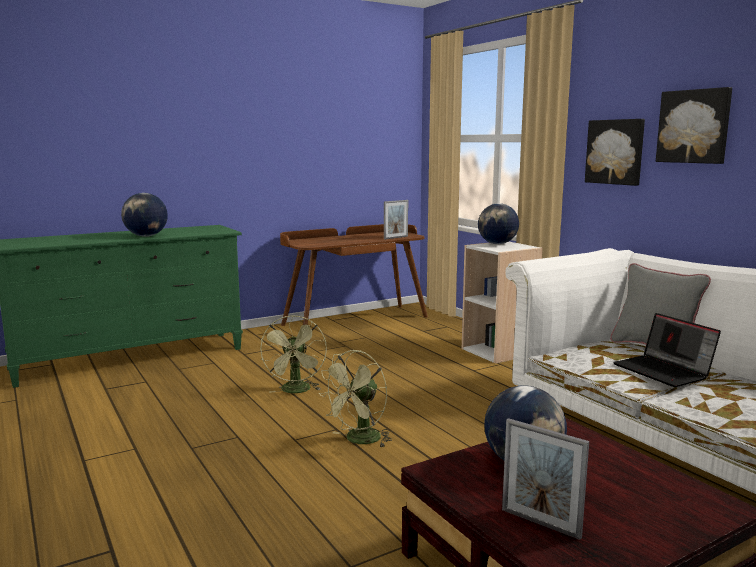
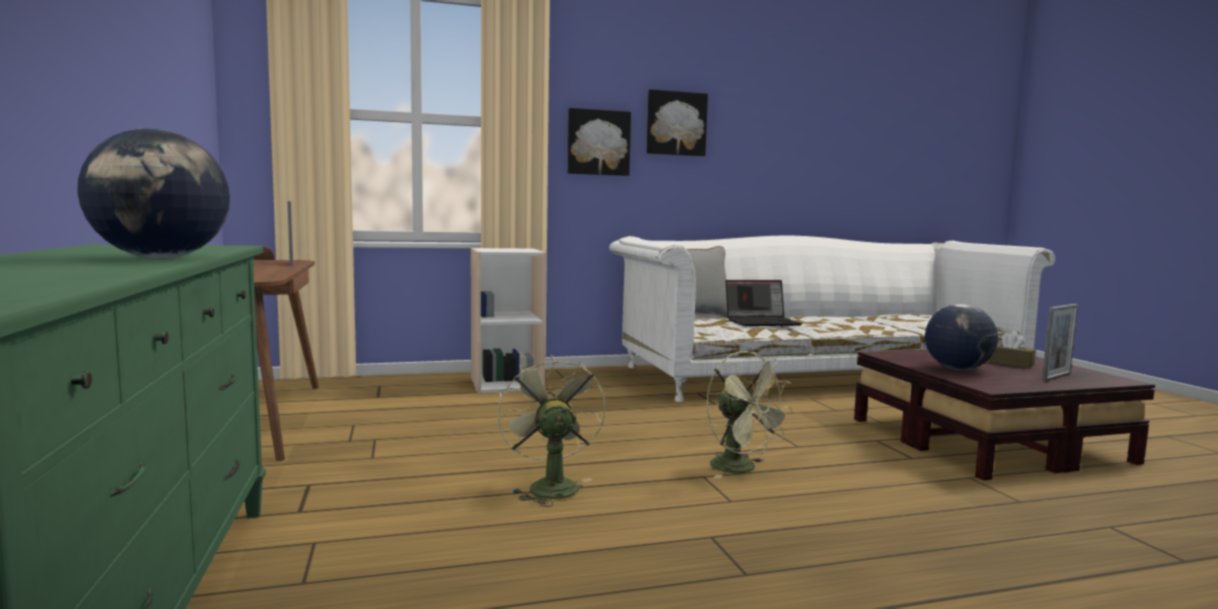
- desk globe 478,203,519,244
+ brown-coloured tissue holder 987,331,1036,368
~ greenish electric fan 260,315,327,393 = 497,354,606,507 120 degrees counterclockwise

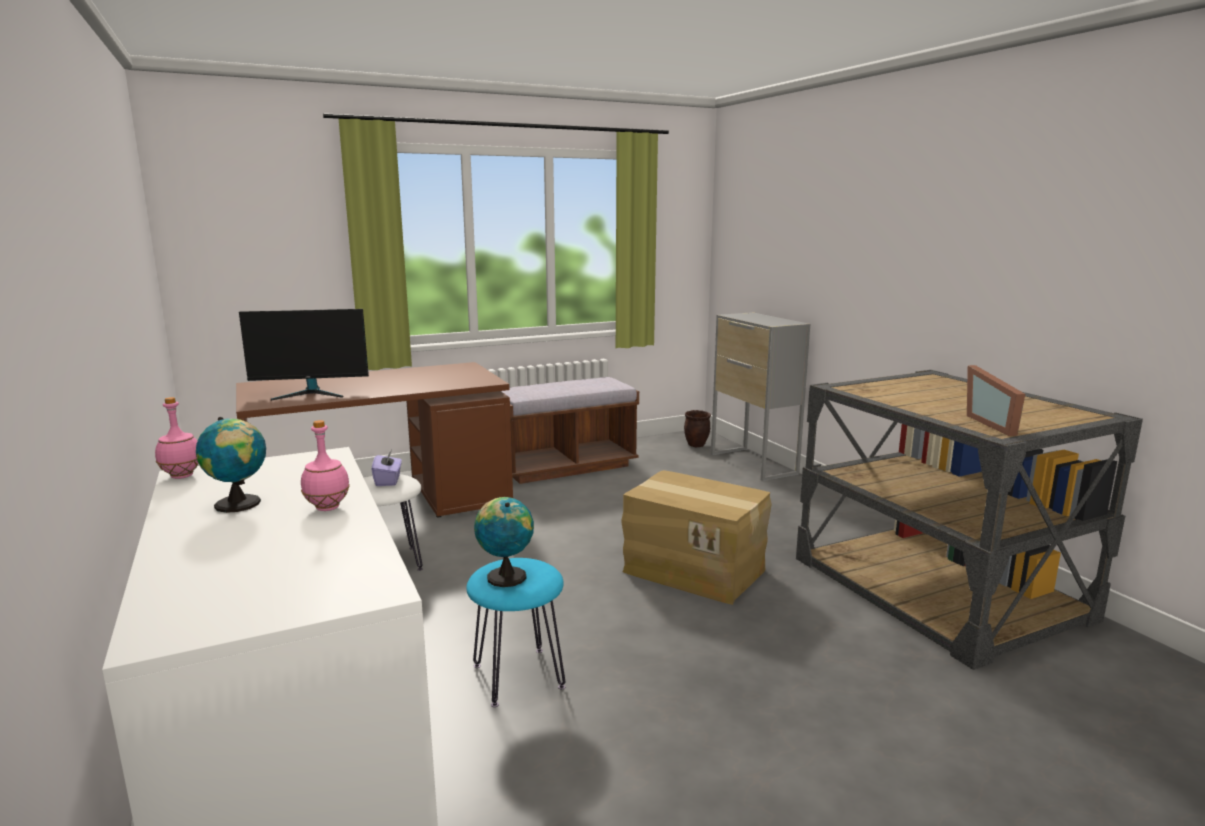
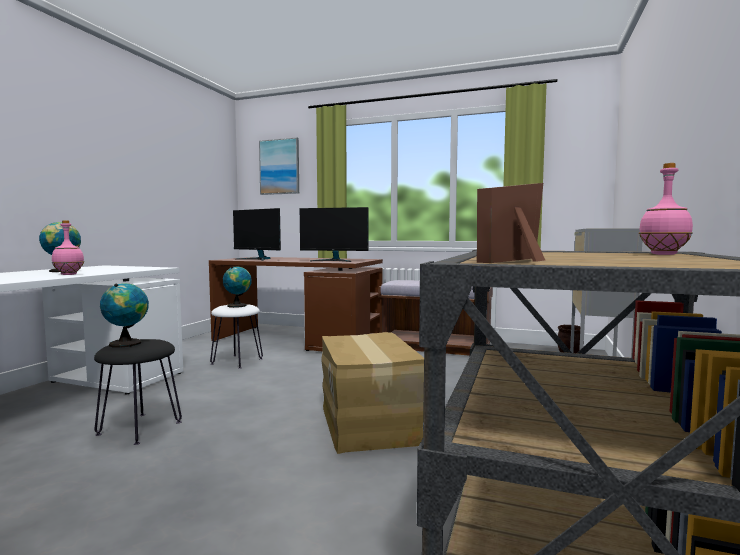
+ wall art 259,137,299,195
+ computer display 300,207,369,262
~ pinkish drink bottle 155,397,199,479 to 639,163,693,255
~ purplish tissue holder 372,450,402,486 to desk globe 223,266,252,308
~ blue-green stool 466,558,565,707 to black-coloured stool 94,339,182,445

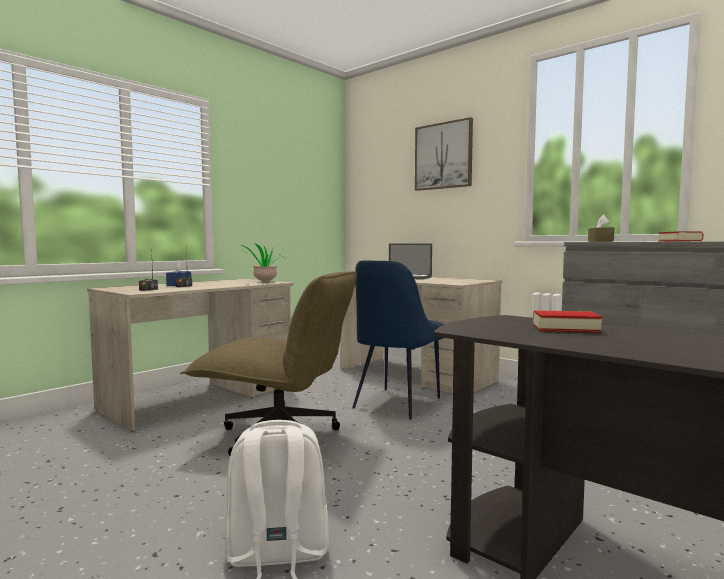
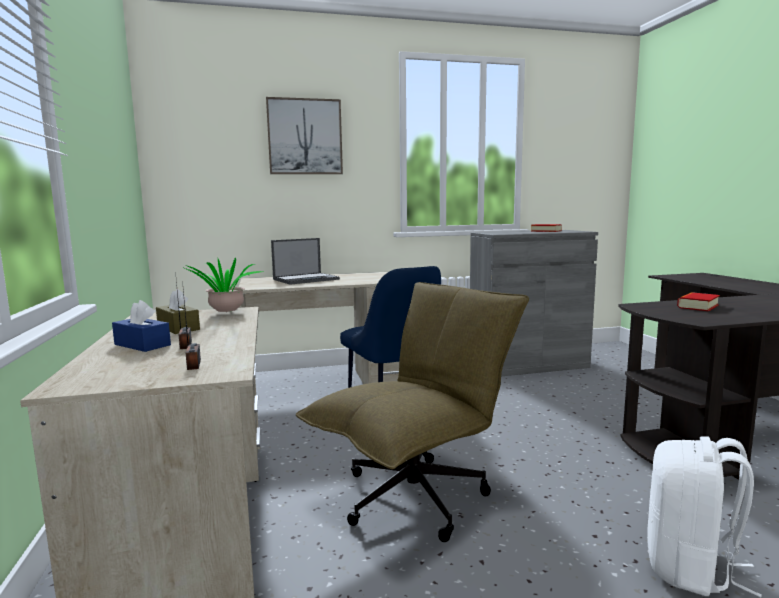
~ brown-coloured tissue holder 588,215,614,242 to 156,289,200,334

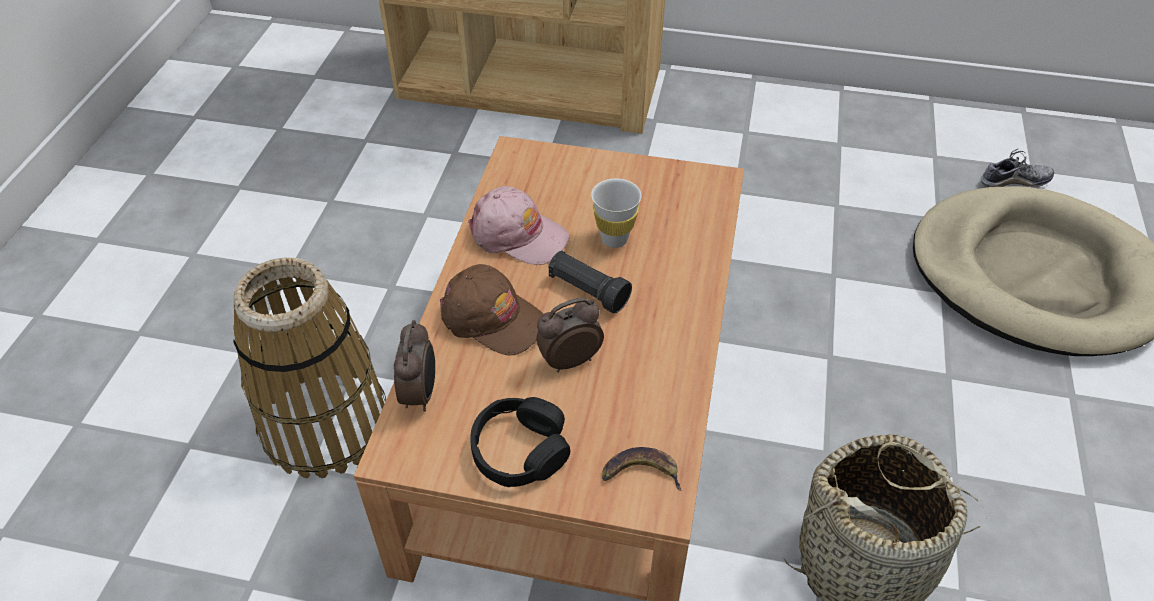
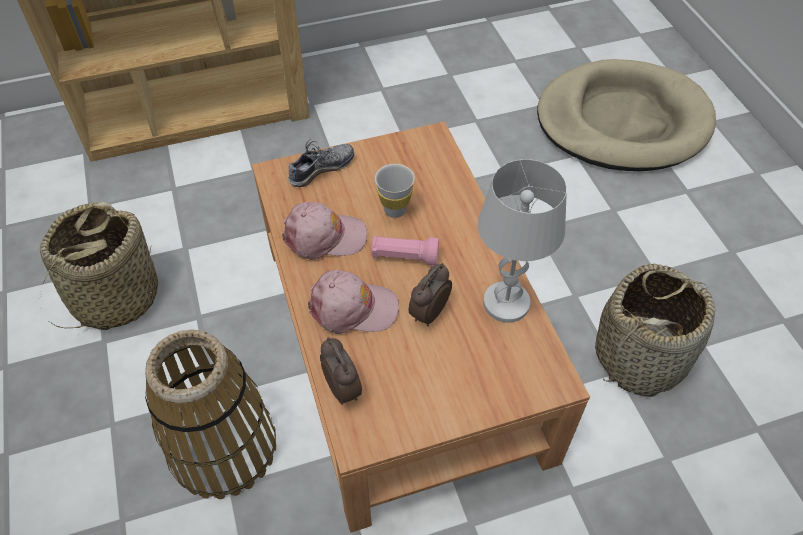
- black-coloured headset 470,397,570,487
- banana 602,447,682,491
+ basket 40,202,158,330
+ white lamp for a table 477,159,567,323
~ low shoe 981,149,1054,187 to 288,138,354,187
~ brown-coloured baseball cap 440,264,543,355 to pinkish baseball cap 308,270,399,334
~ black-coloured flashlight 549,251,632,313 to pinkish flashlight 372,236,439,265

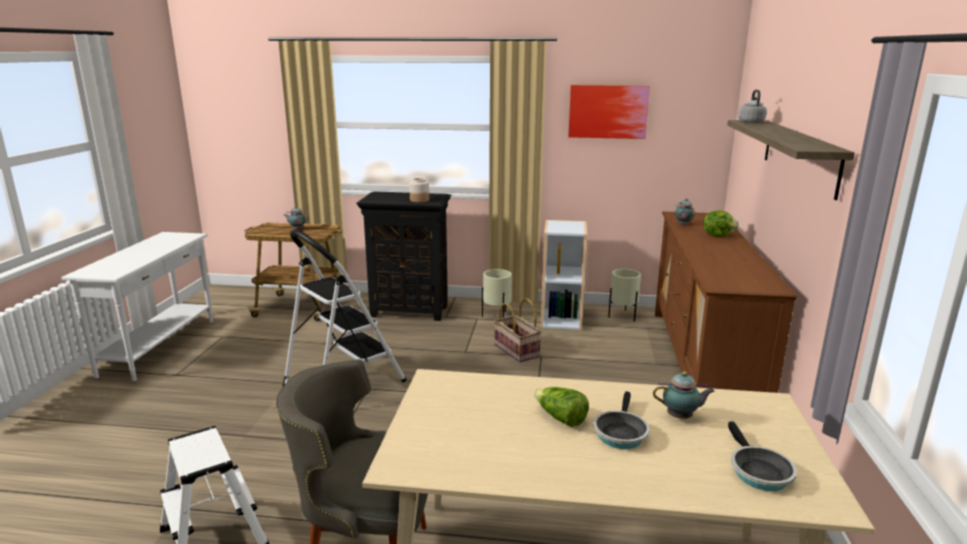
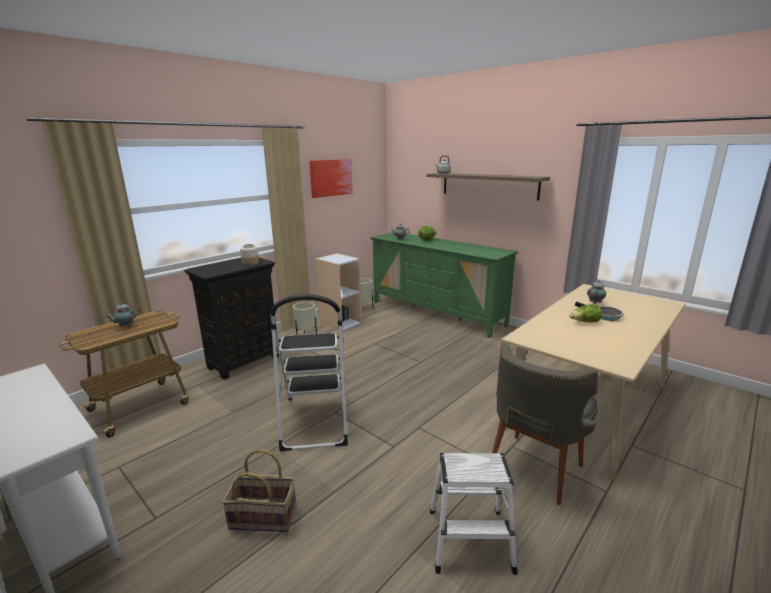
- skillet 728,422,797,491
~ basket 494,298,542,362 to 222,449,297,532
~ brown-coloured dresser 655,211,797,393 to greenish dresser 370,232,517,338

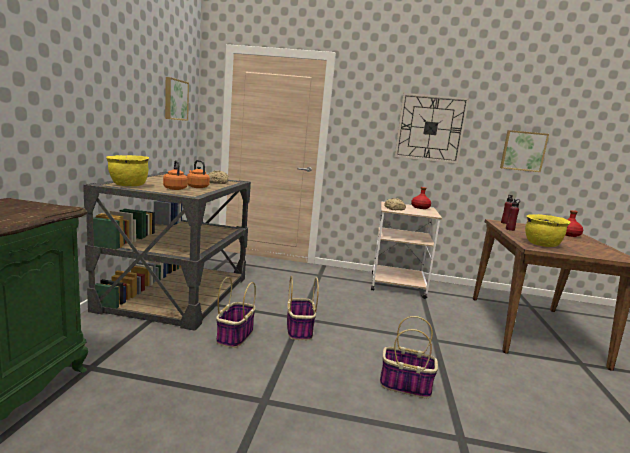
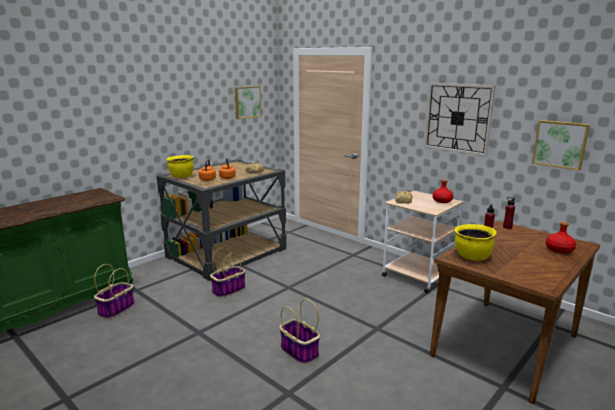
~ basket 287,276,319,340 to 94,264,135,319

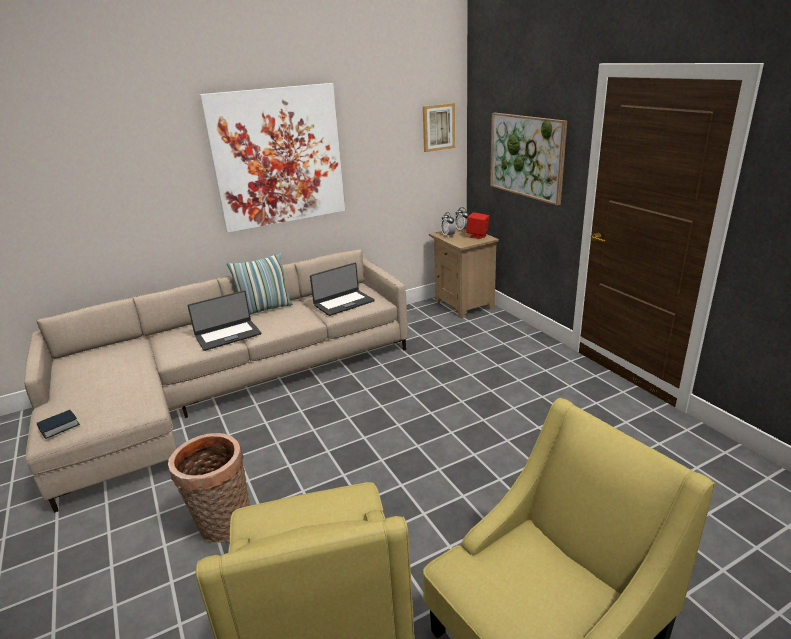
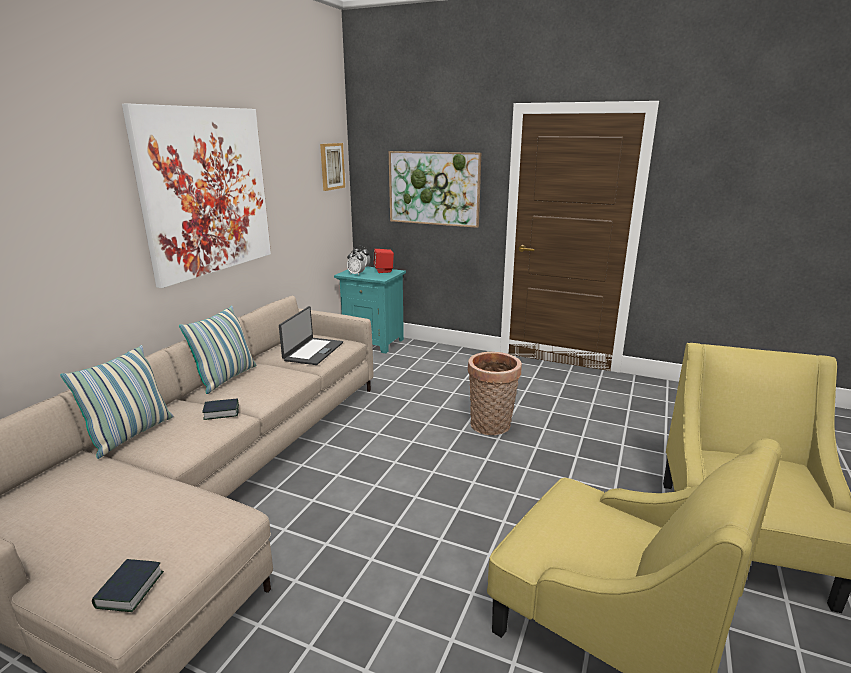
+ pillow 60,345,173,459
~ basket 168,433,250,543 to 468,352,522,435
~ portable computer 187,290,261,351 to bound book 202,398,239,420
~ beige-coloured nightstand 429,228,499,318 to blue-green nightstand 334,266,406,354

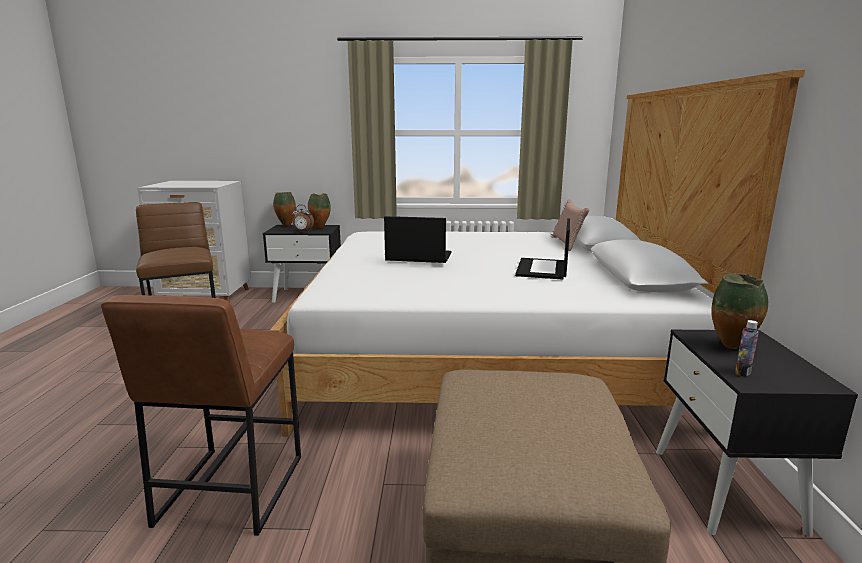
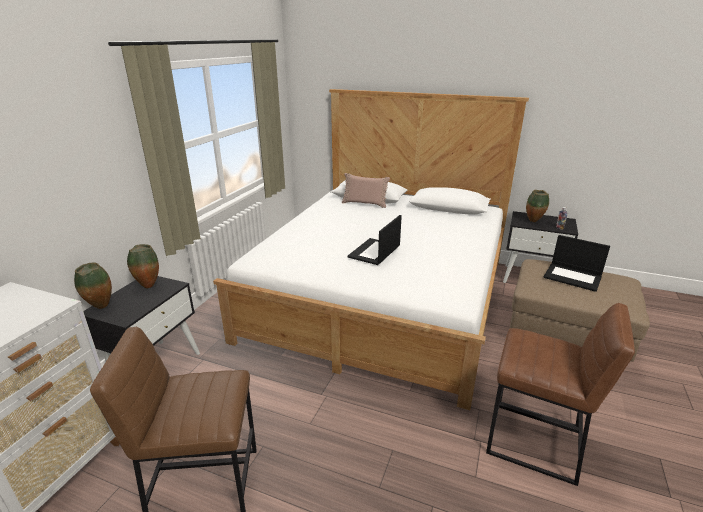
- table clock 292,207,314,231
~ portable computer 515,218,570,280 to 544,235,610,292

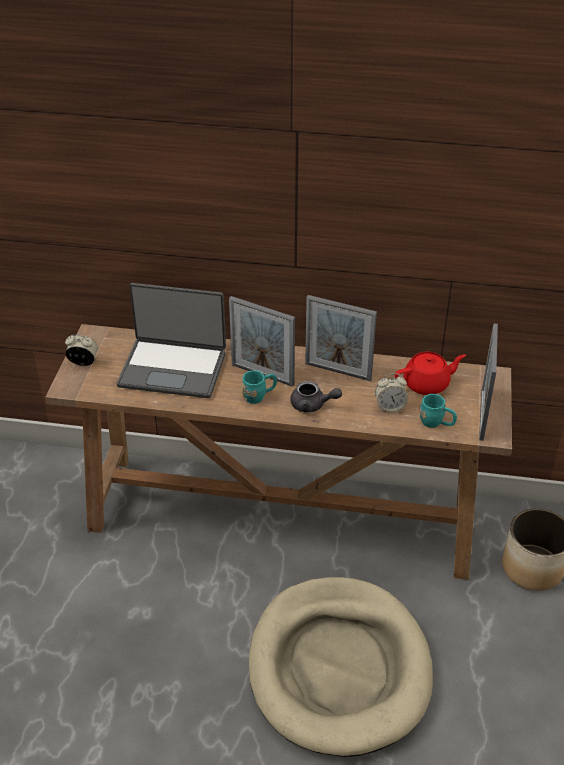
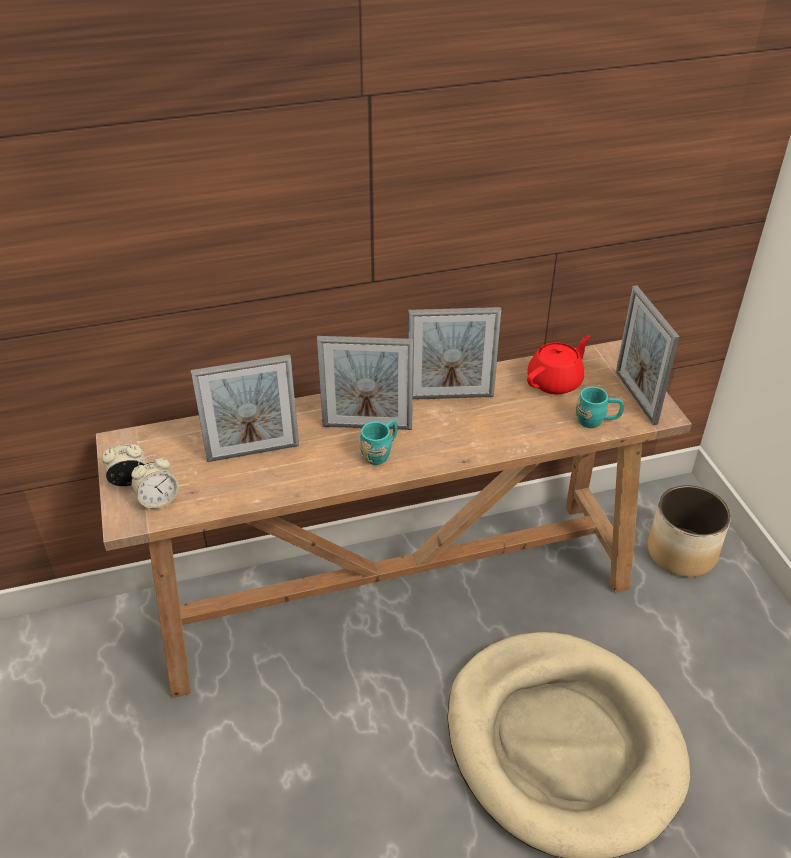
- grey tea pot 290,381,342,413
~ table clock 375,373,408,413 to 131,455,179,511
~ portable computer 117,283,226,398 to standing frame 191,355,299,462

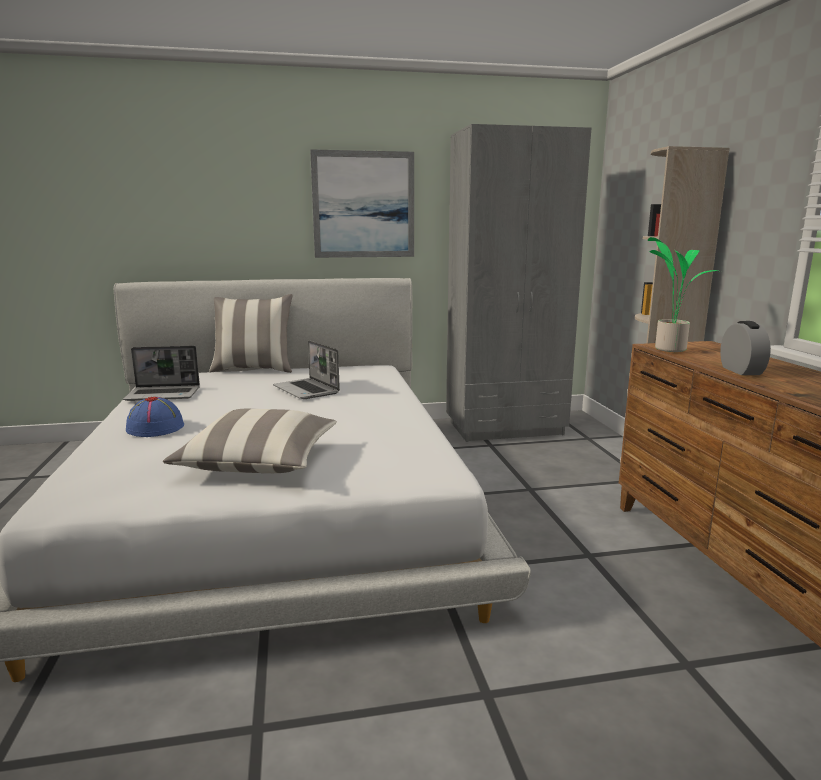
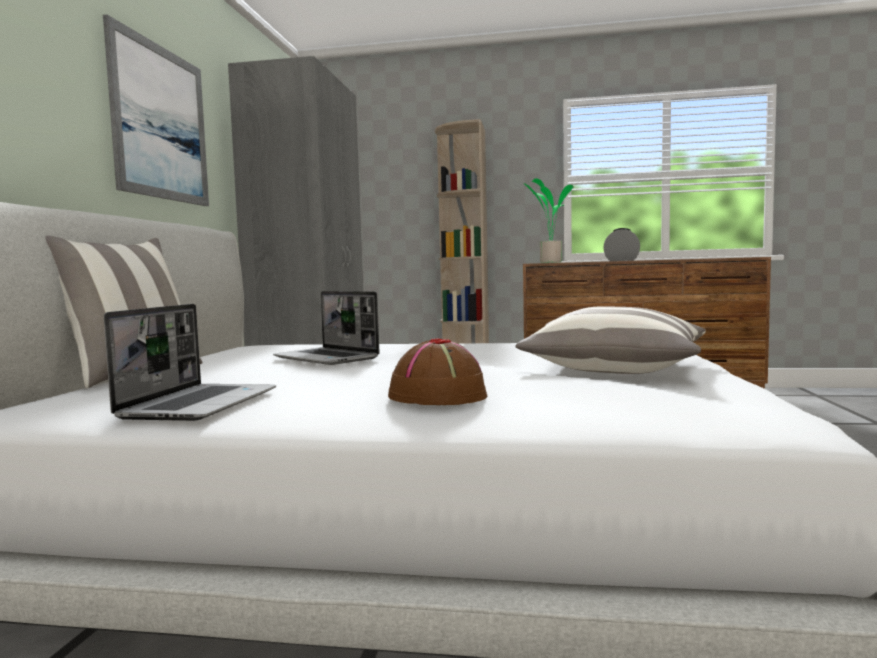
~ blue wearable hat 126,397,184,437 to brown-coloured wearable hat 388,338,487,405
~ portable computer 273,340,340,399 = 273,291,380,365 60 degrees clockwise

